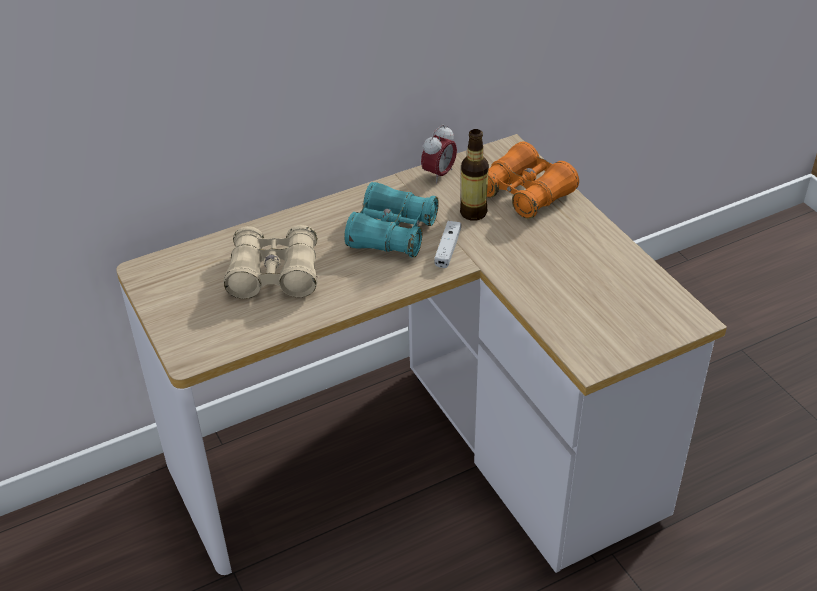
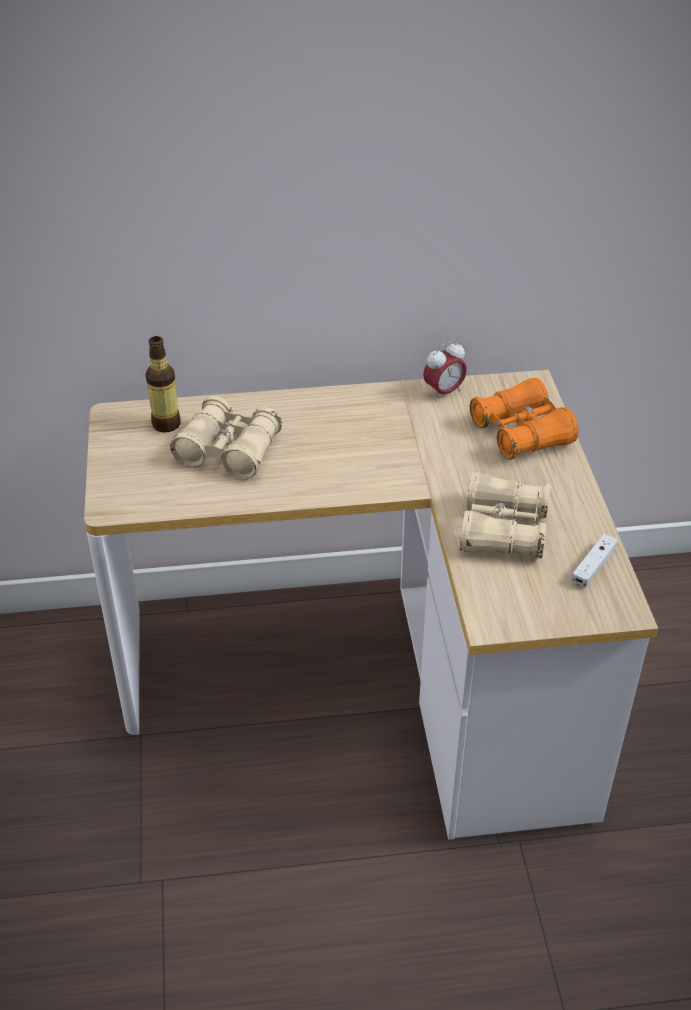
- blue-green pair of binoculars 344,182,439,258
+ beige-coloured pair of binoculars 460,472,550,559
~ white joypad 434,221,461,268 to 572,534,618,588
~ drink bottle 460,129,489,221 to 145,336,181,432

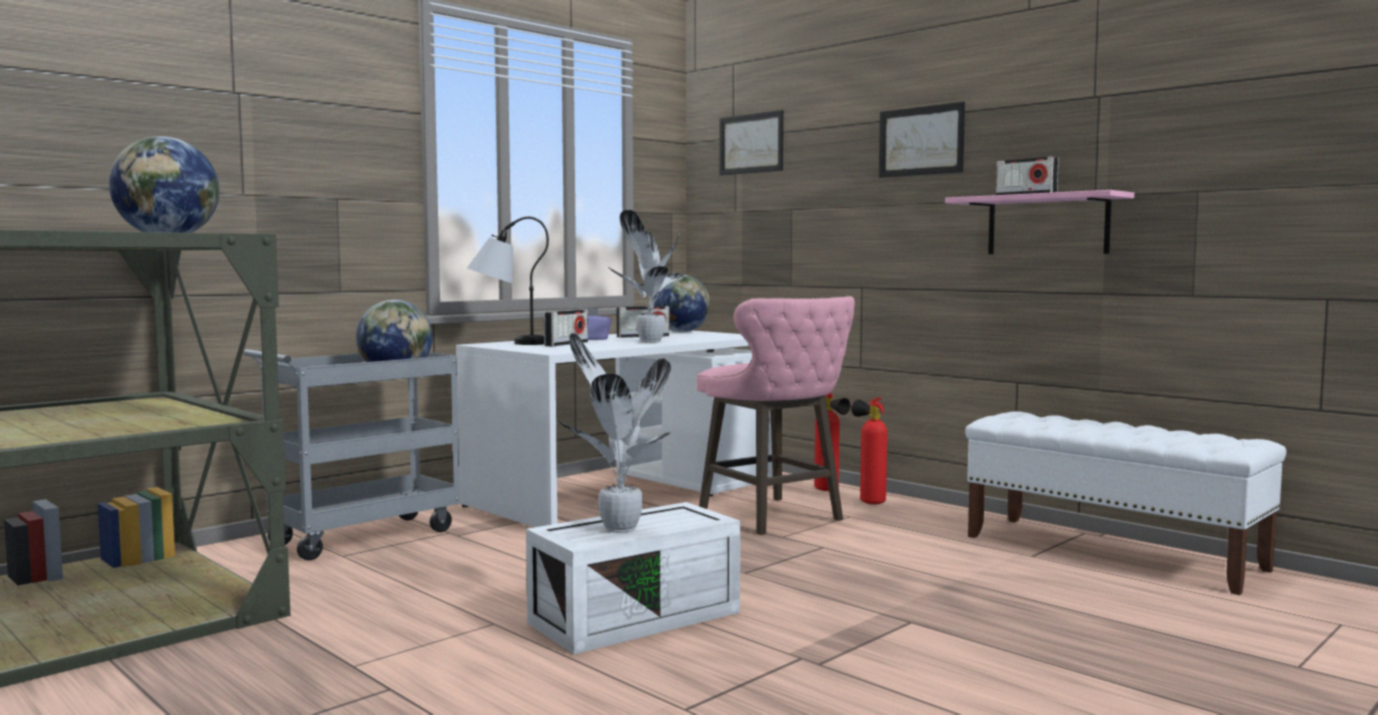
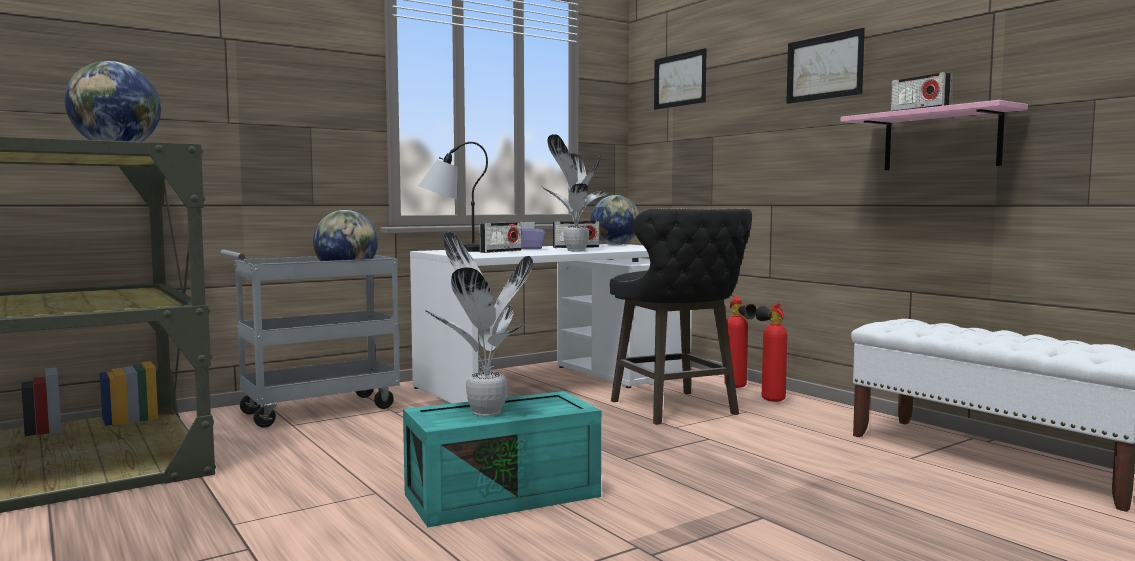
~ white storage bin 526,502,740,654 to blue-green storage bin 403,391,601,527
~ pinkish stool 697,295,855,535 to black-coloured stool 610,208,752,425

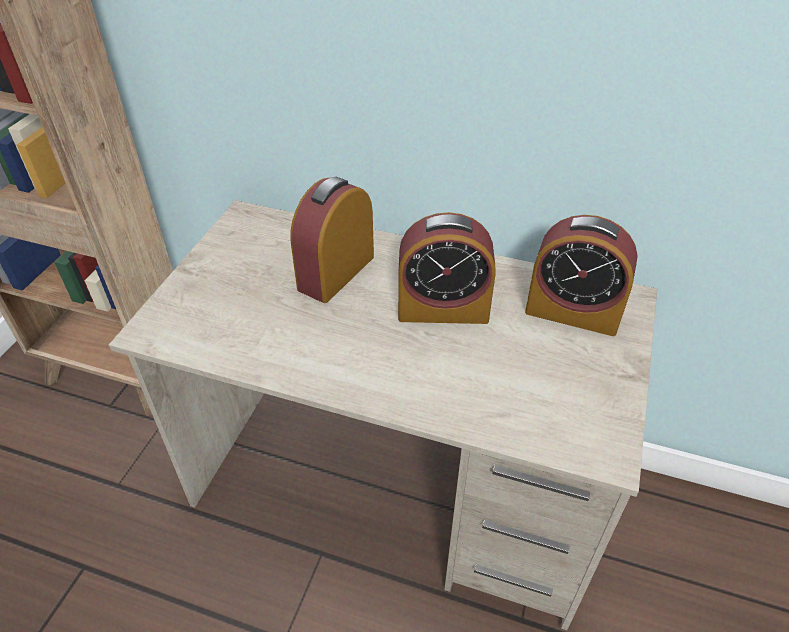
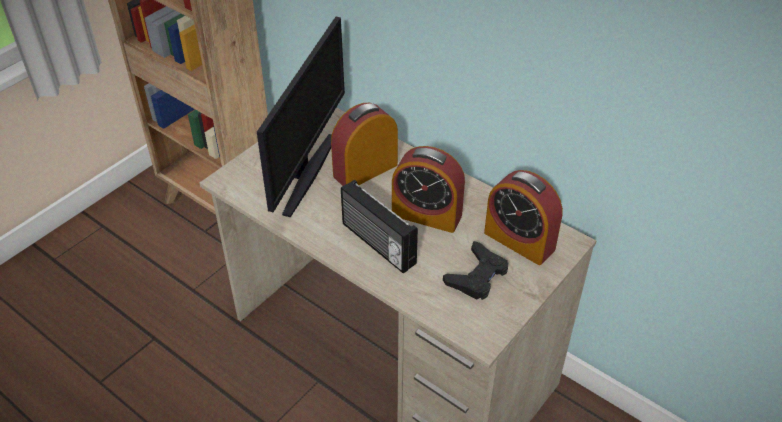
+ computer display 257,17,345,217
+ radio receiver 341,180,418,274
+ black-coloured joypad 443,241,508,300

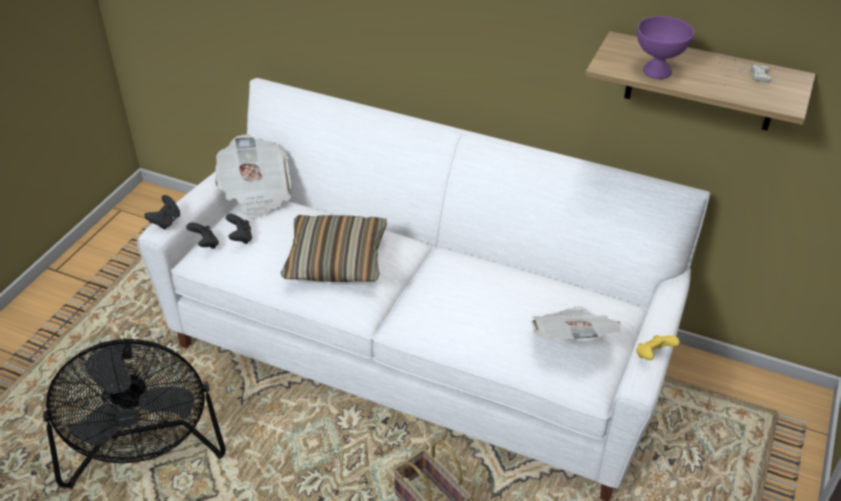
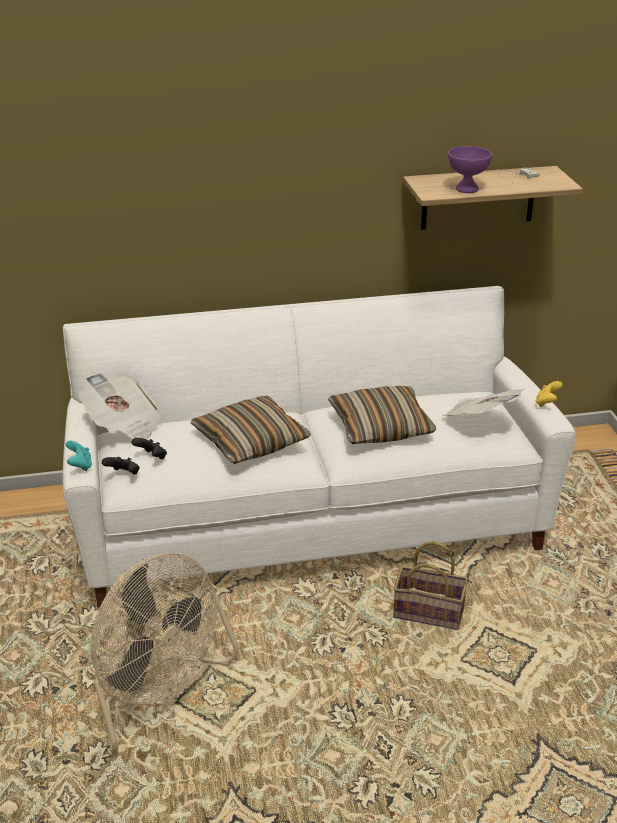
+ pillow 328,386,436,444
~ black-coloured electric fan 43,337,226,489 to beige-coloured electric fan 63,553,239,755
~ black-coloured joypad 145,195,180,230 to blue-green joypad 66,441,92,471

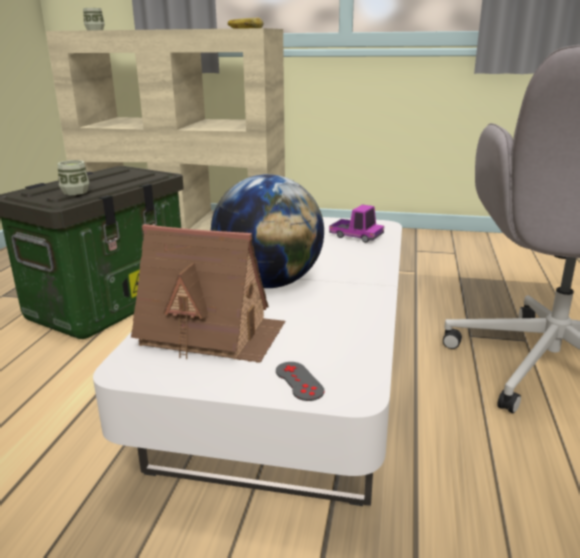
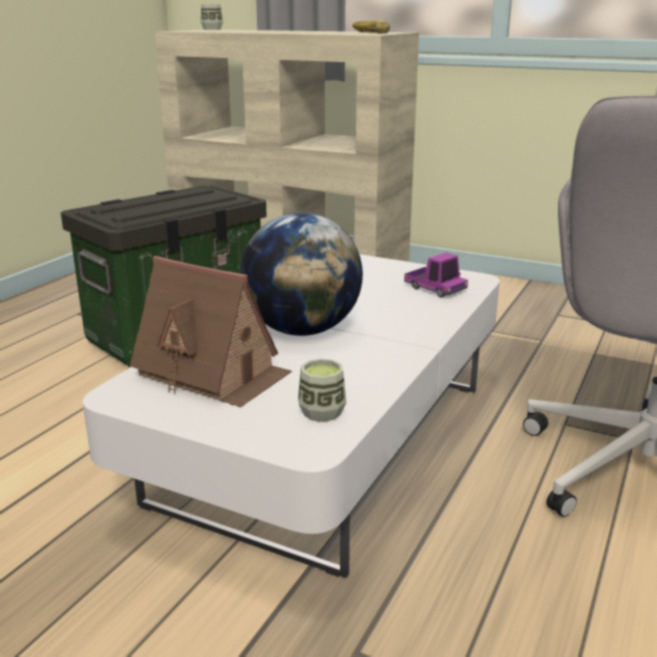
- grey joypad 276,362,325,401
~ drinking cup 58,160,89,195 to 298,359,346,422

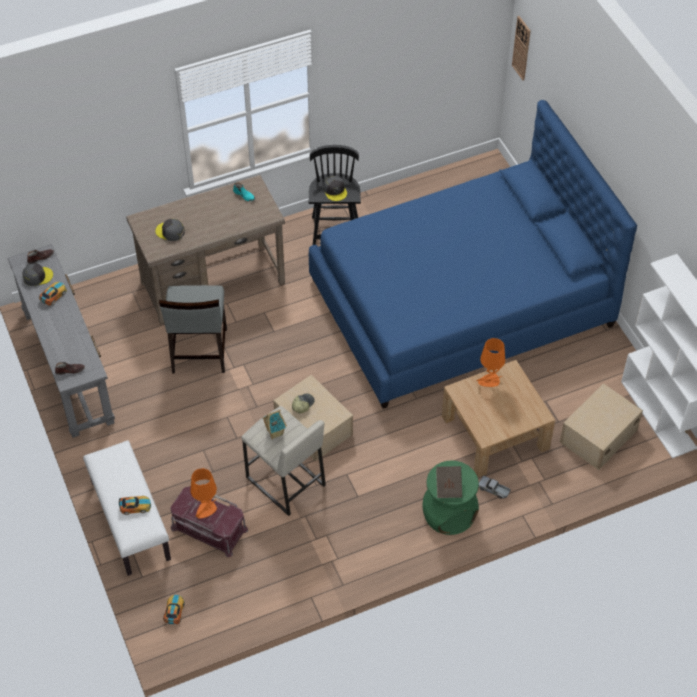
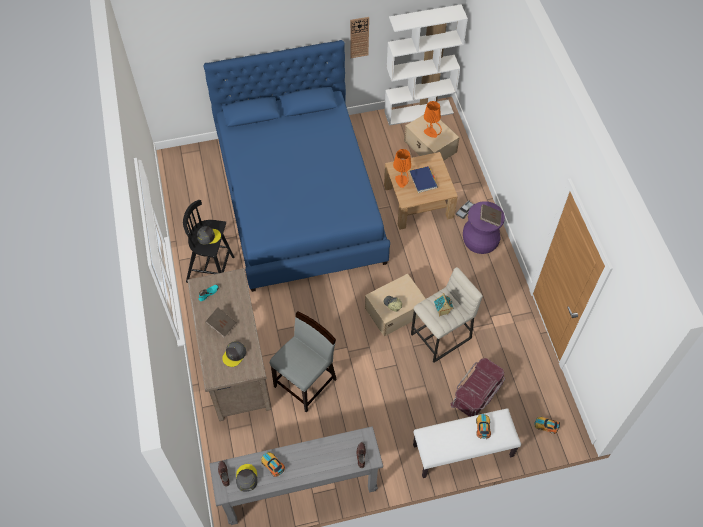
+ brown-coloured bound book 205,307,237,338
+ blue bound book 410,166,438,193
~ orangey lamp for a table 191,468,217,519 to 424,101,442,138
~ hanging clock 512,16,531,80 to 350,17,369,58
~ greenish stool 422,461,479,535 to purplish stool 463,201,505,254
~ grey upright chair 159,285,227,373 = 270,311,337,413 60 degrees counterclockwise

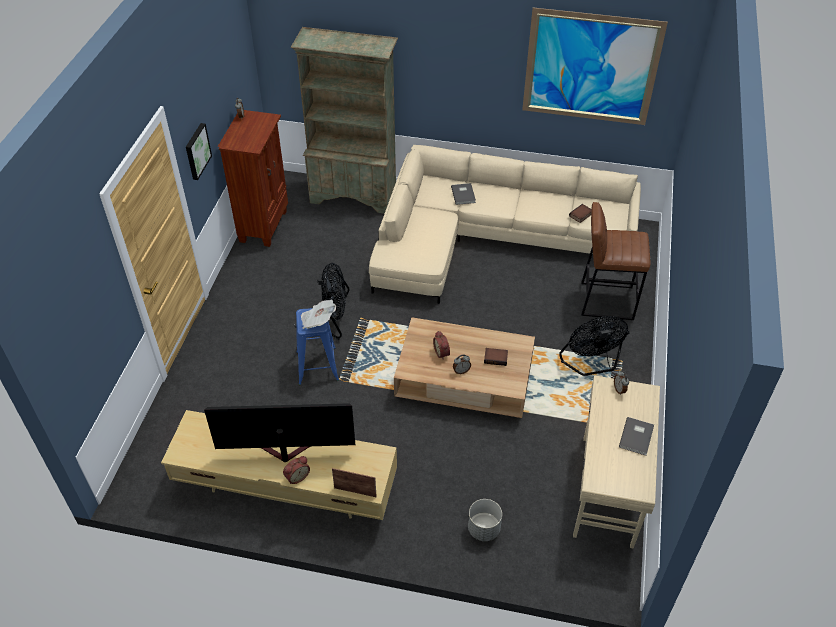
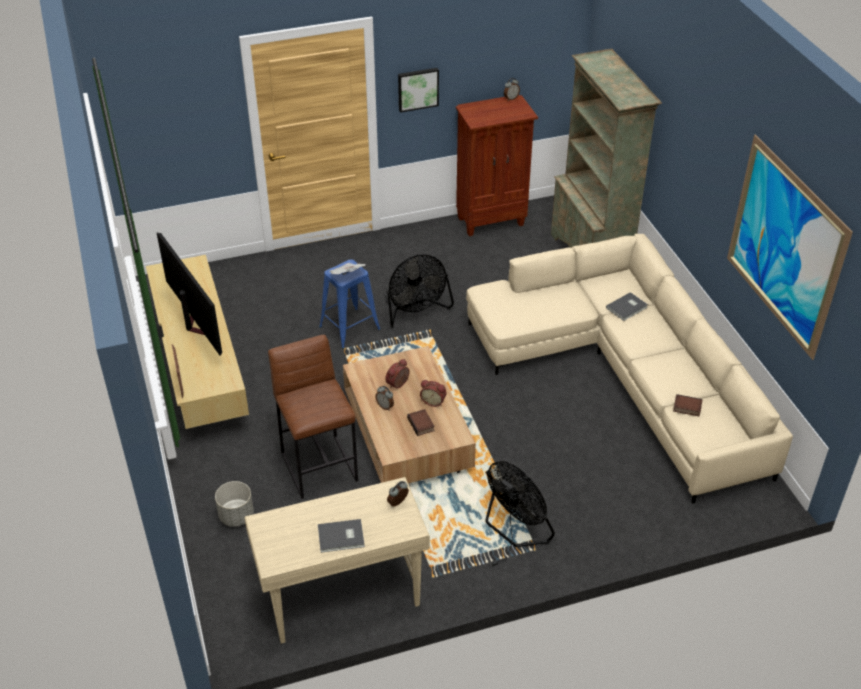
~ table clock 283,456,310,484 to 420,380,447,407
~ brown-coloured stool 581,202,650,320 to 268,335,358,499

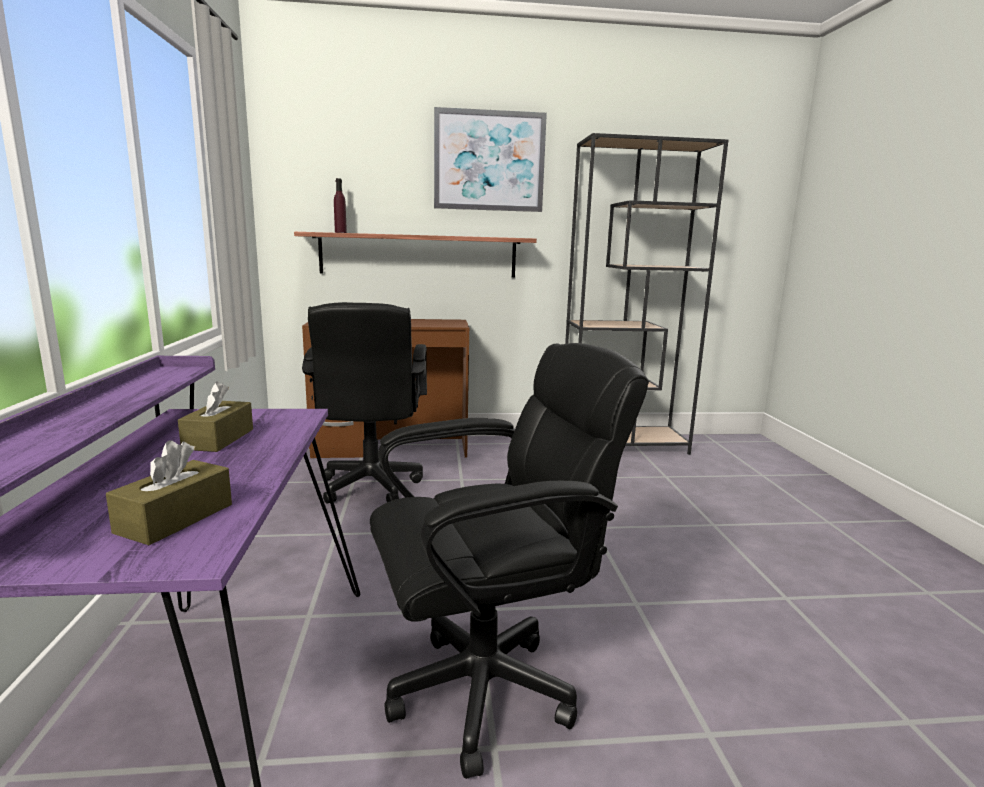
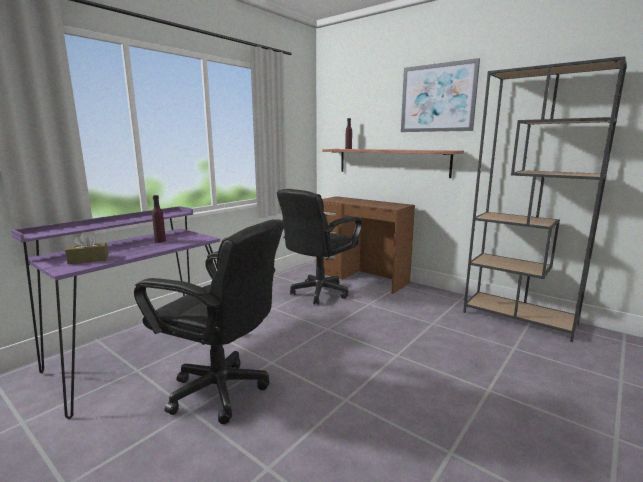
~ brown-coloured tissue holder 178,382,253,452 to purplish drink bottle 152,195,166,243

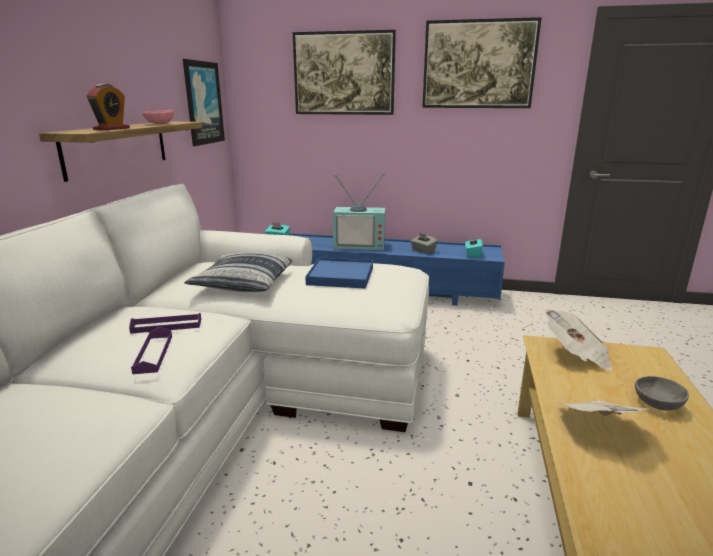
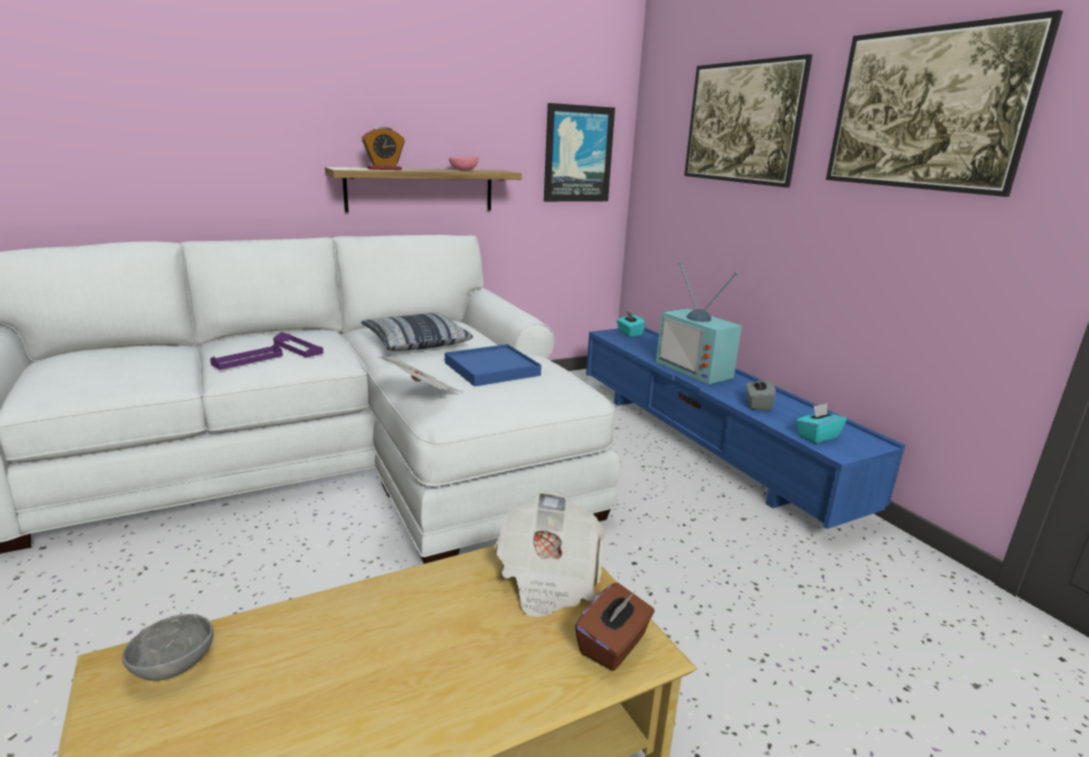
+ brown-coloured tissue holder 575,582,655,671
~ daily paper 560,400,657,416 to 377,356,463,392
~ grey bowl 635,376,689,411 to 122,614,213,681

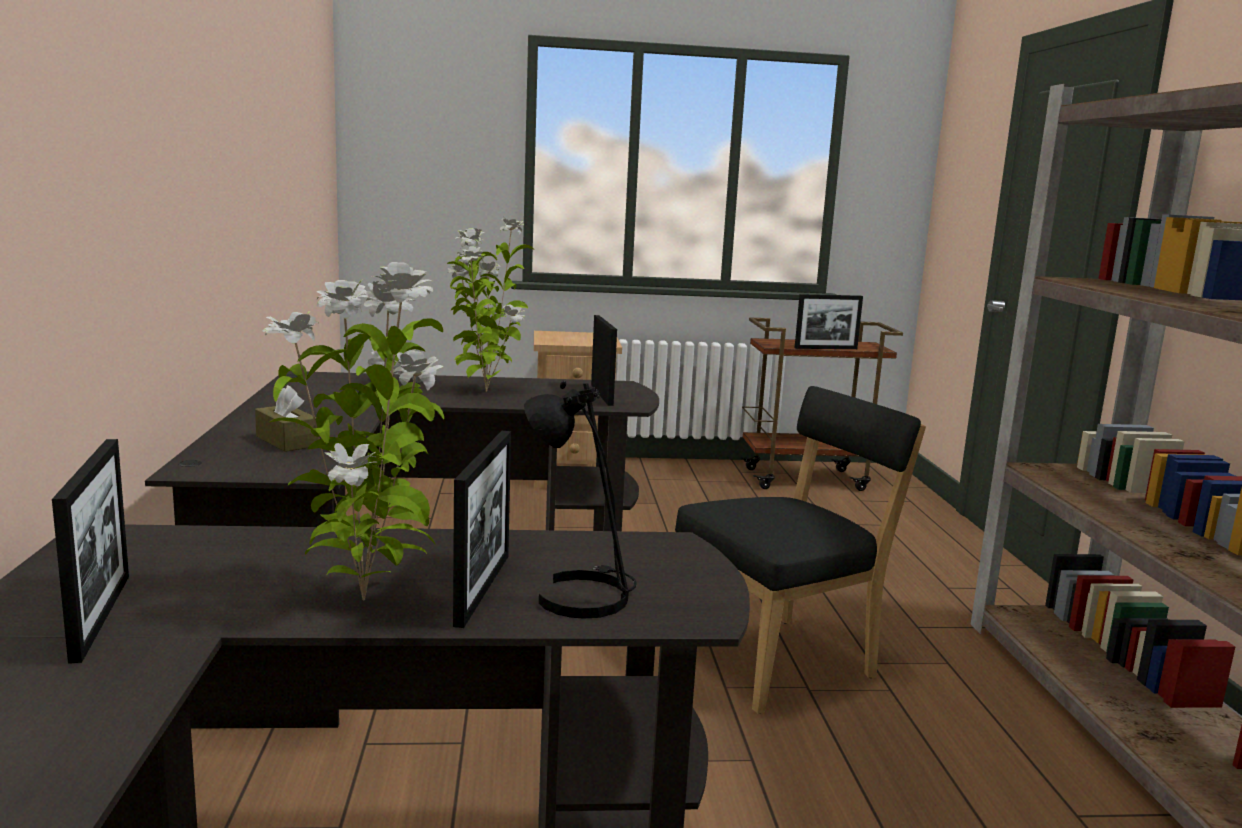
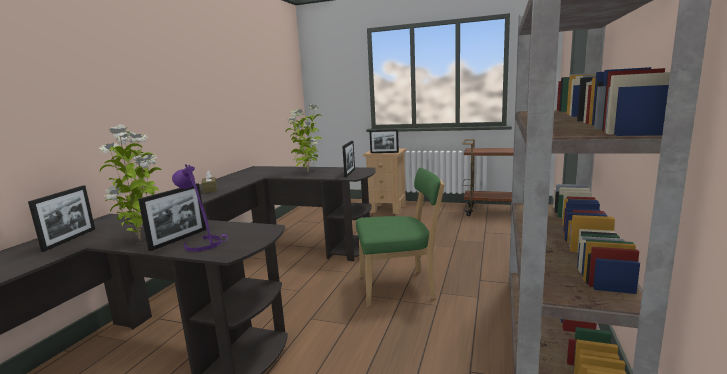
~ standing frame 795,294,863,349 to 369,129,399,153
~ black-coloured lamp for a table 524,381,637,618 to purplish lamp for a table 172,164,228,252
~ black-coloured upright chair 675,386,926,714 to greenish upright chair 356,168,445,307

